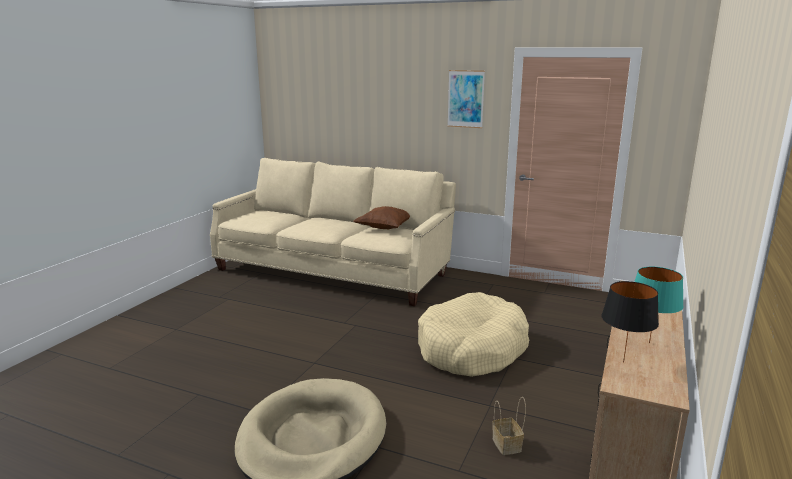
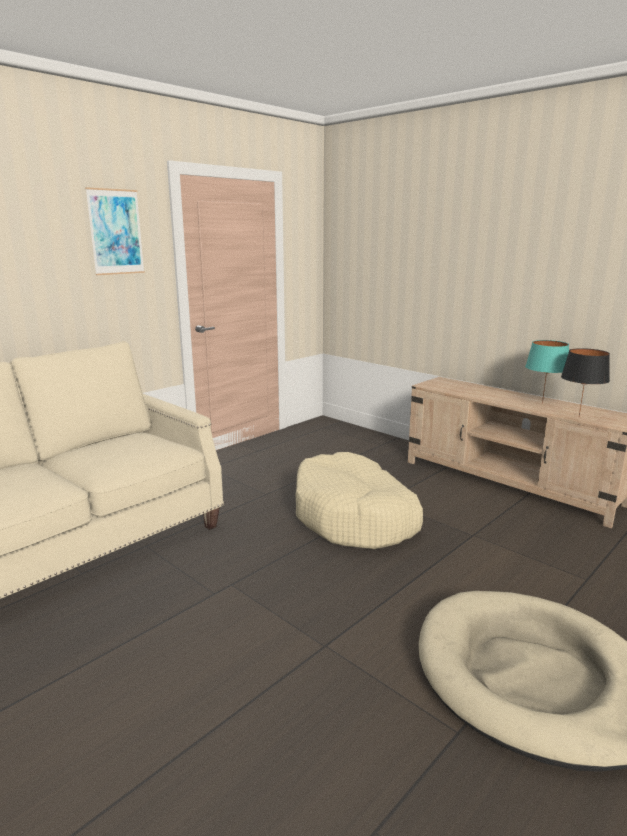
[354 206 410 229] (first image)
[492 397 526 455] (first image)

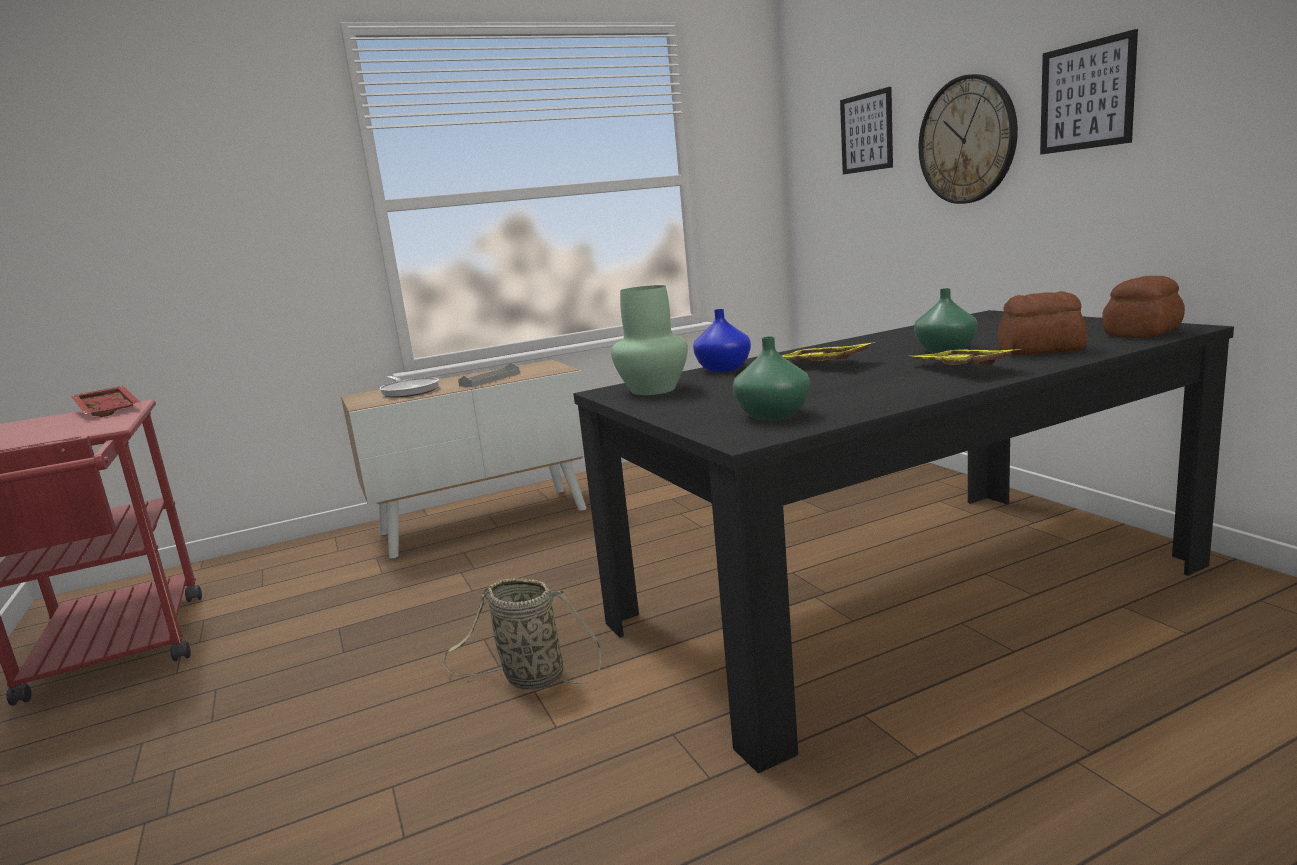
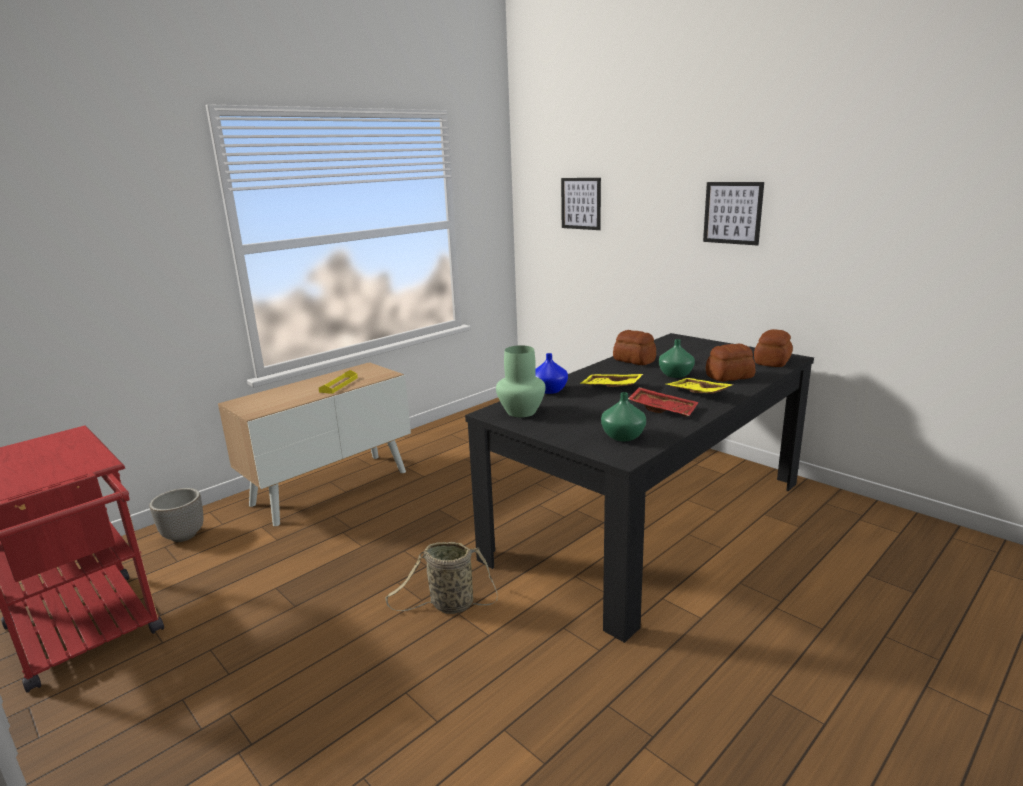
[628 387 699 417]
[380 376 439 398] (first image)
[319 370 358 394]
[919 74 1018 204] (first image)
[149 488 203 542]
[613 330 656 365]

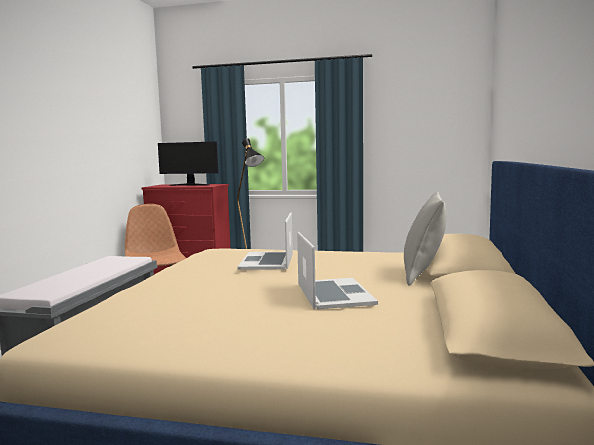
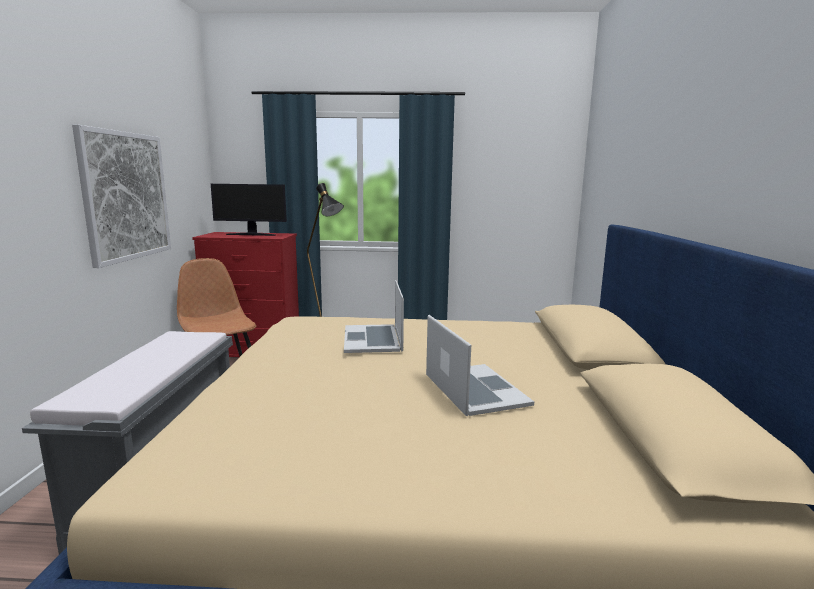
[404 191 447 286] (first image)
[72 125 171 268]

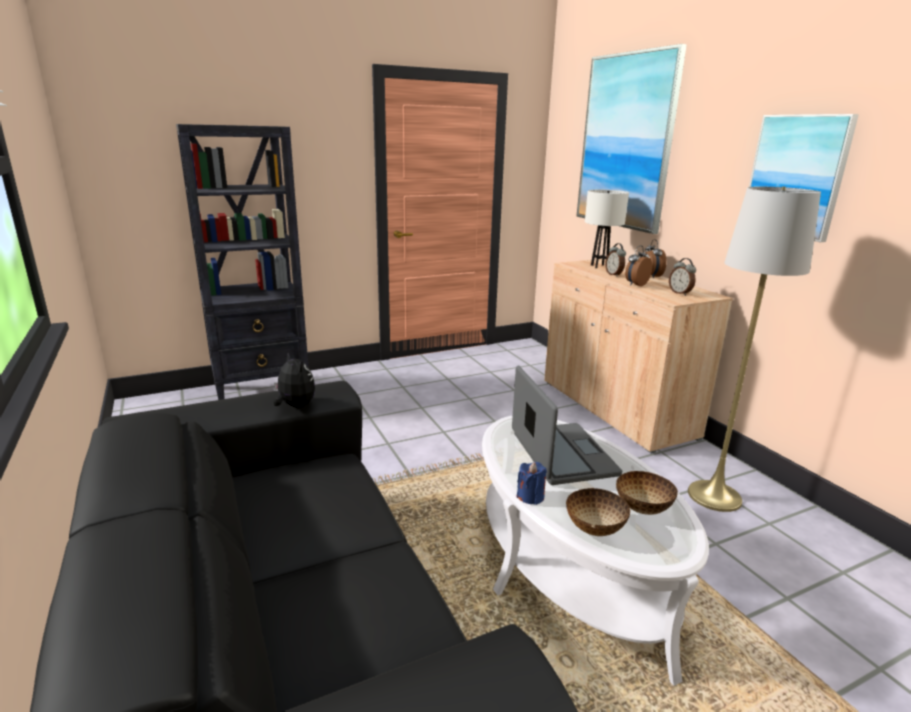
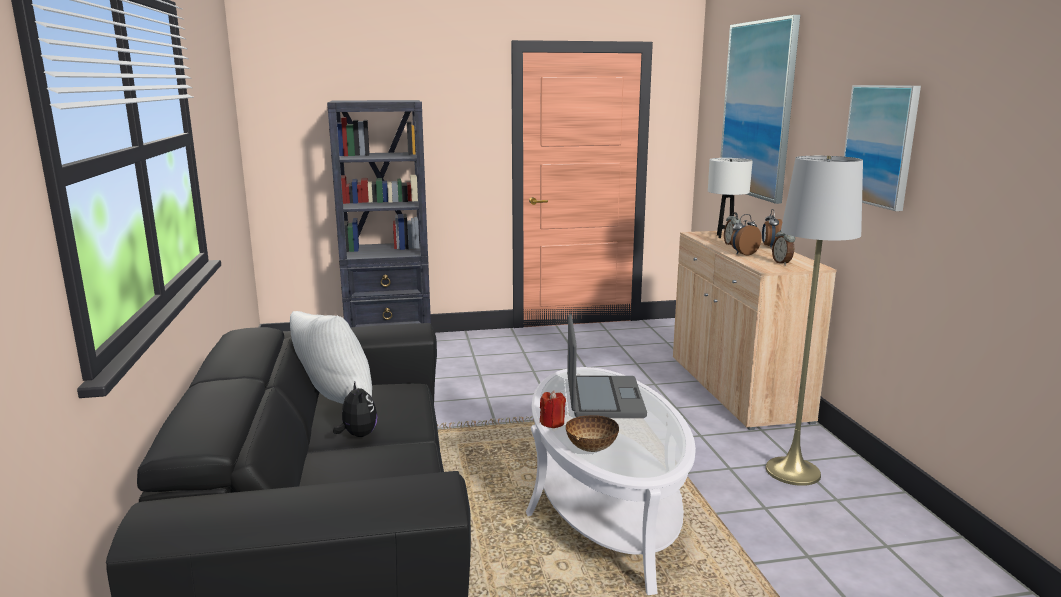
[333 382 377 437]
[540 391 566 428]
[616 471 678 515] (first image)
[290 311 372 404]

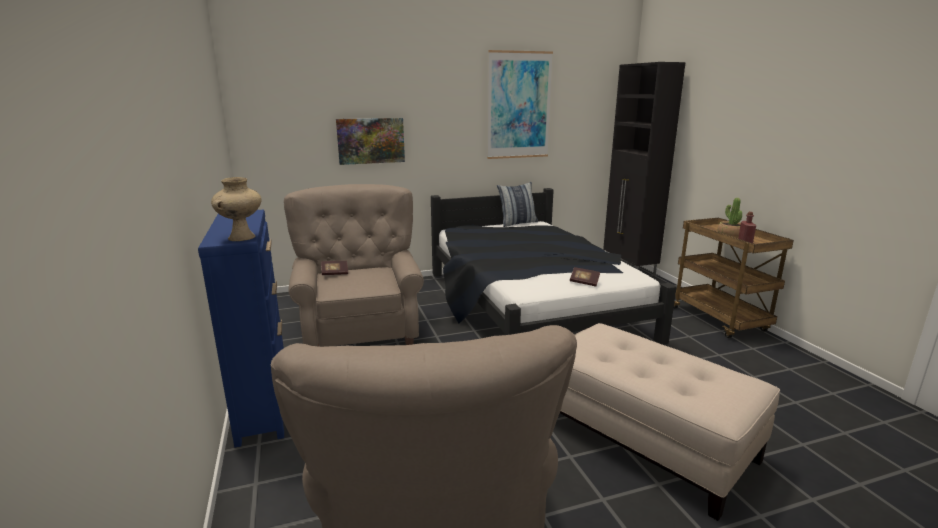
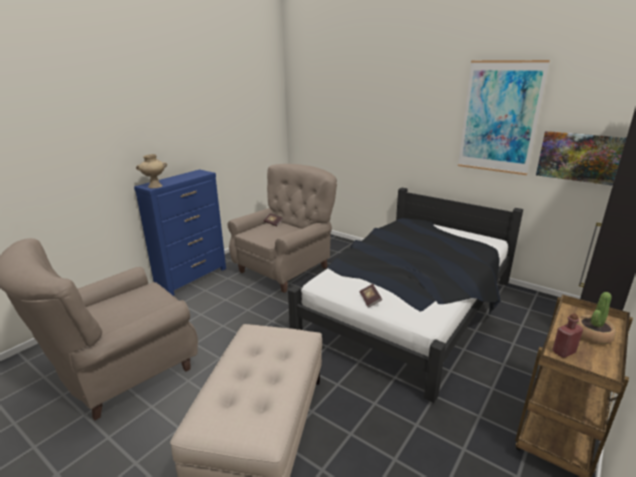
[536 131 626 186]
[497 182 538 227] (first image)

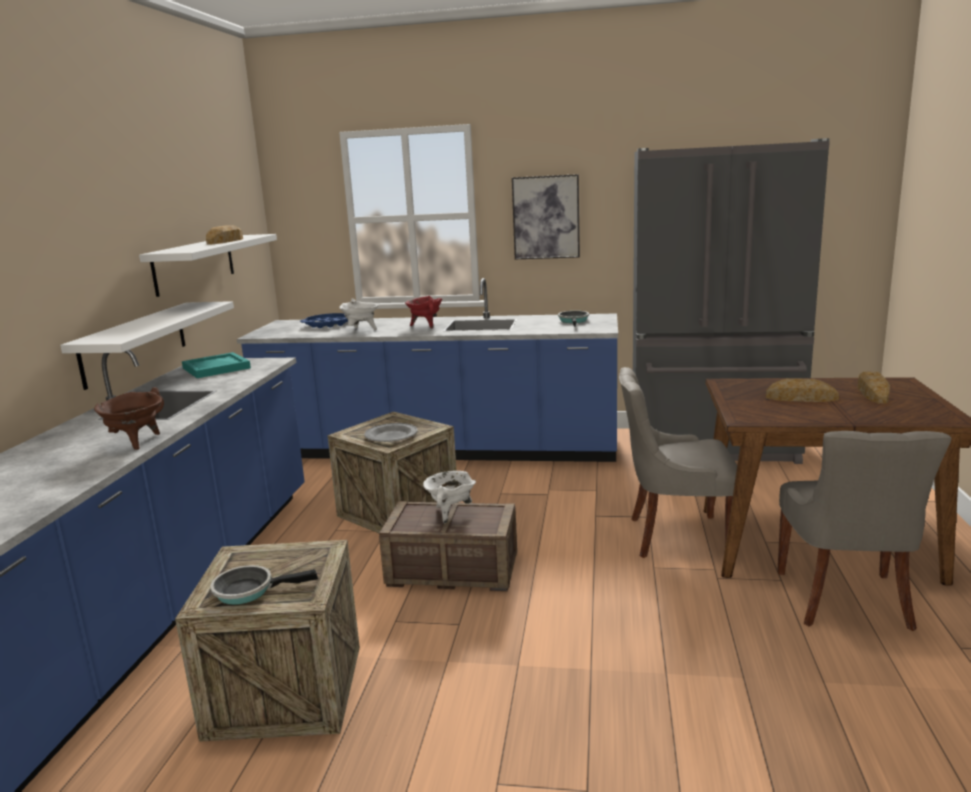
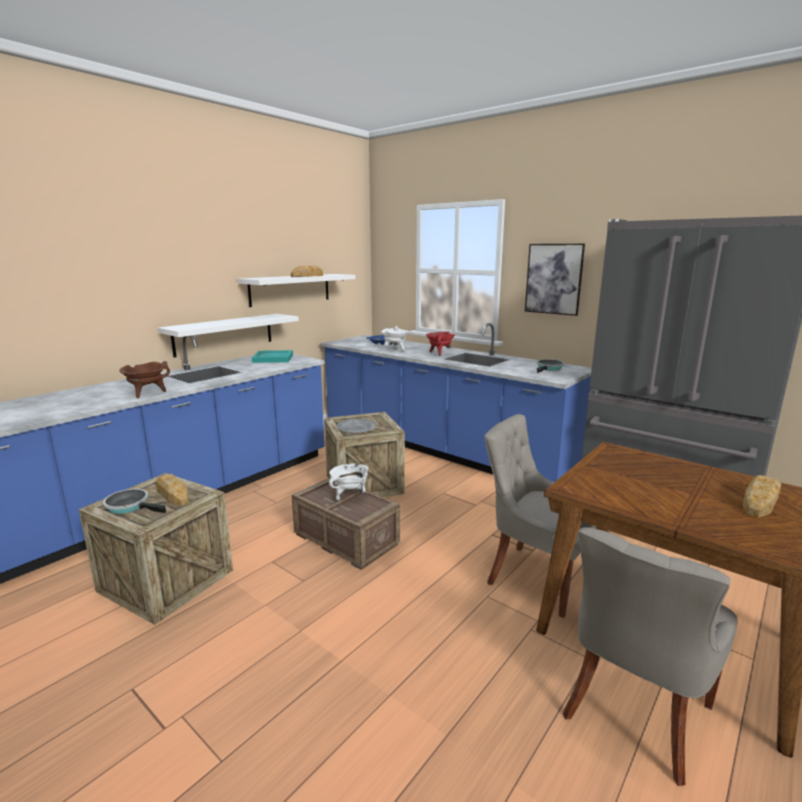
[156 474 189 506]

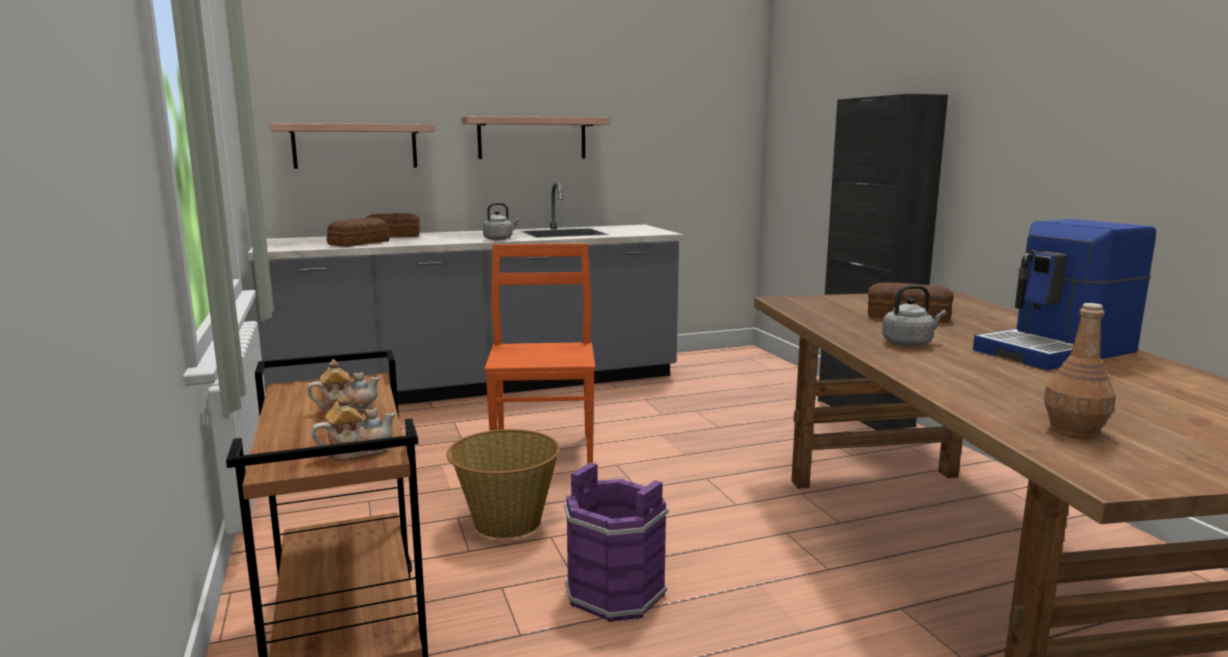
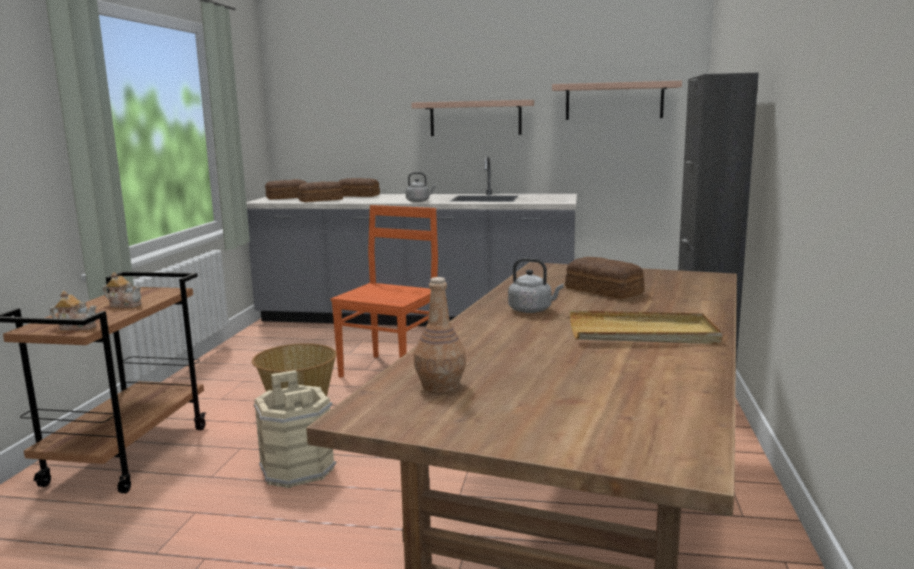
[552 81 682 120]
[254 370 336 488]
[570 311 722 344]
[265 179 307 200]

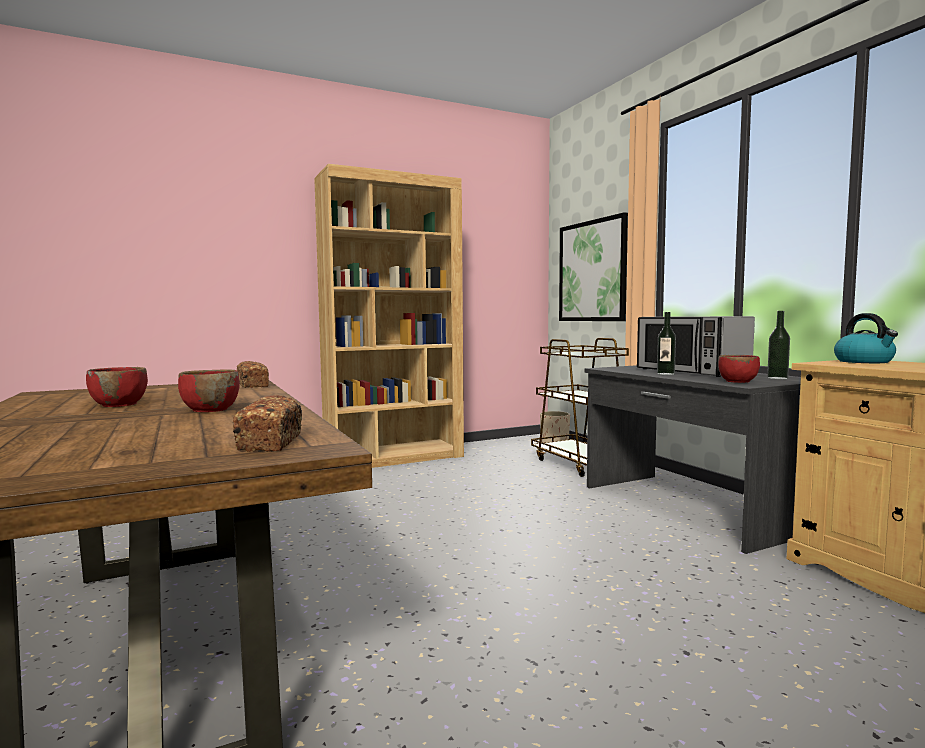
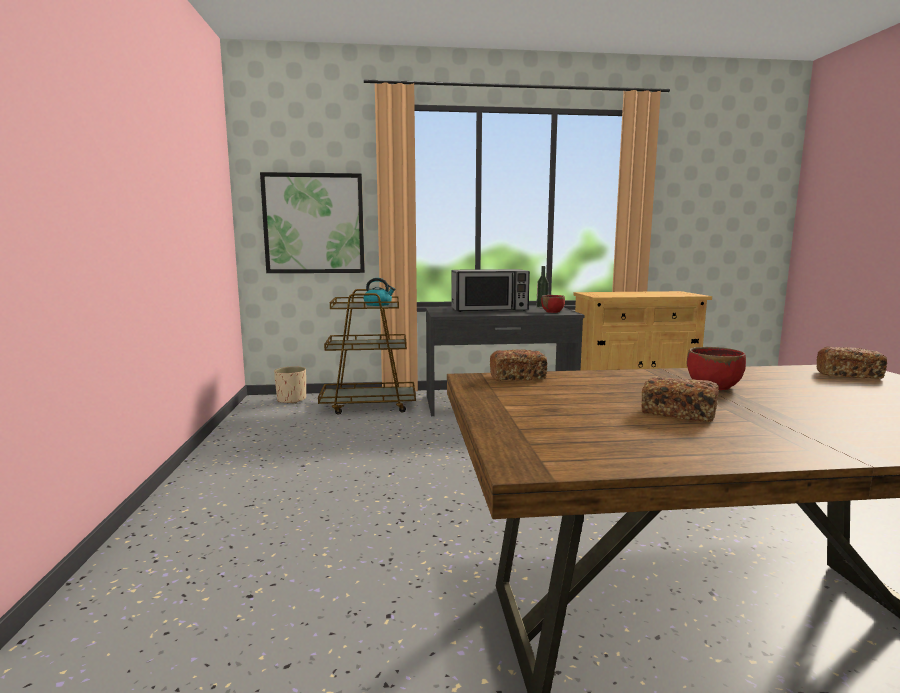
[642 377 719 422]
[314 164 464 468] (first image)
[657 312 676 375] (first image)
[363 278 395 306]

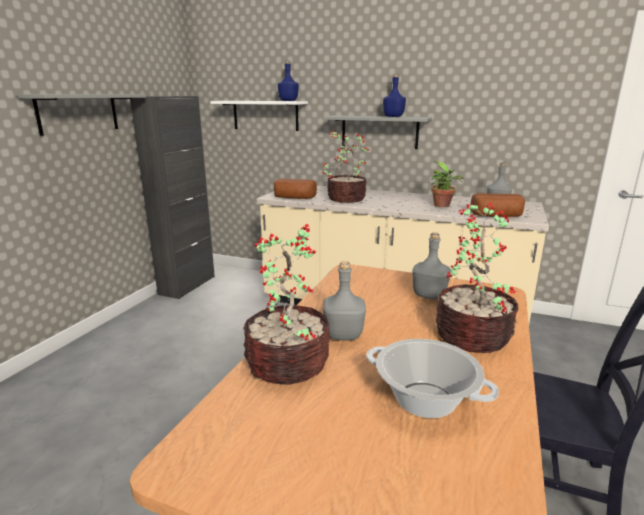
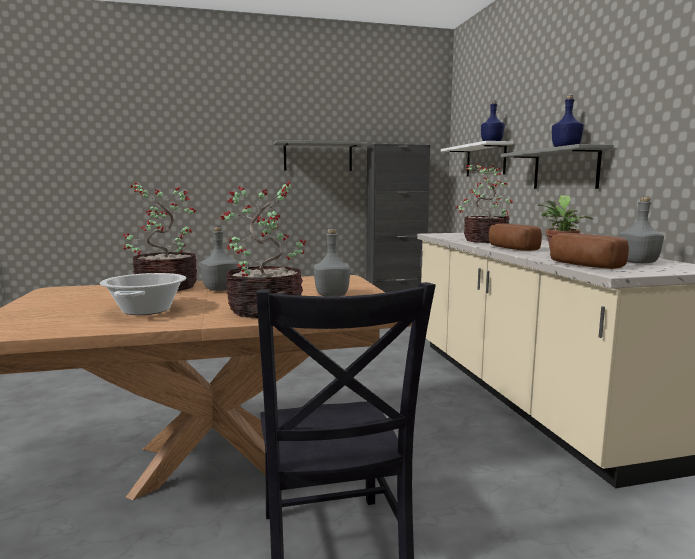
[489 223 542 251]

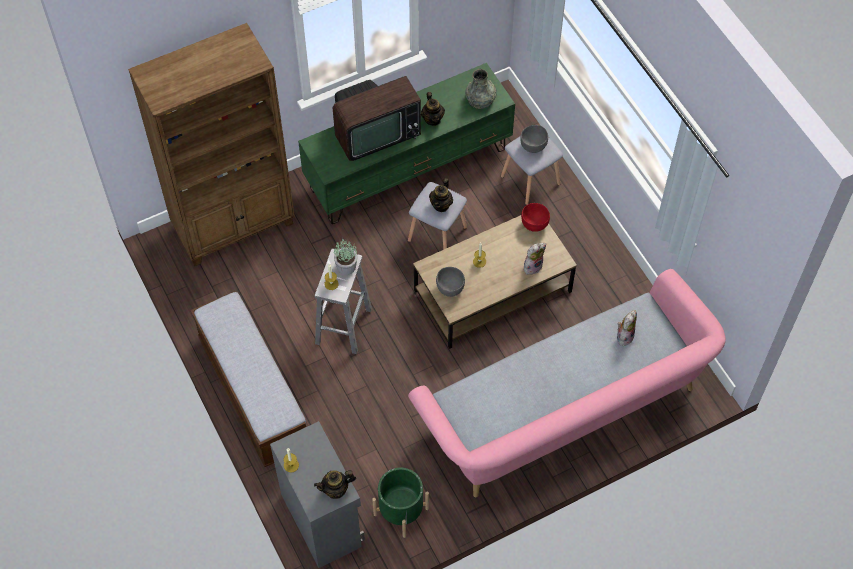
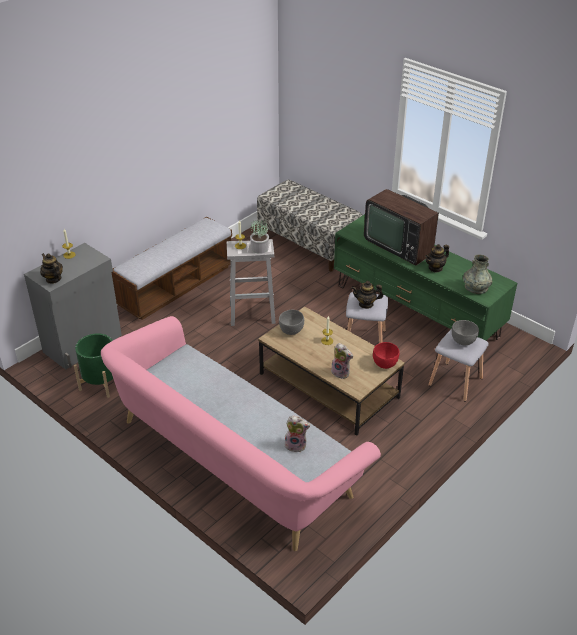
[257 180 363 271]

